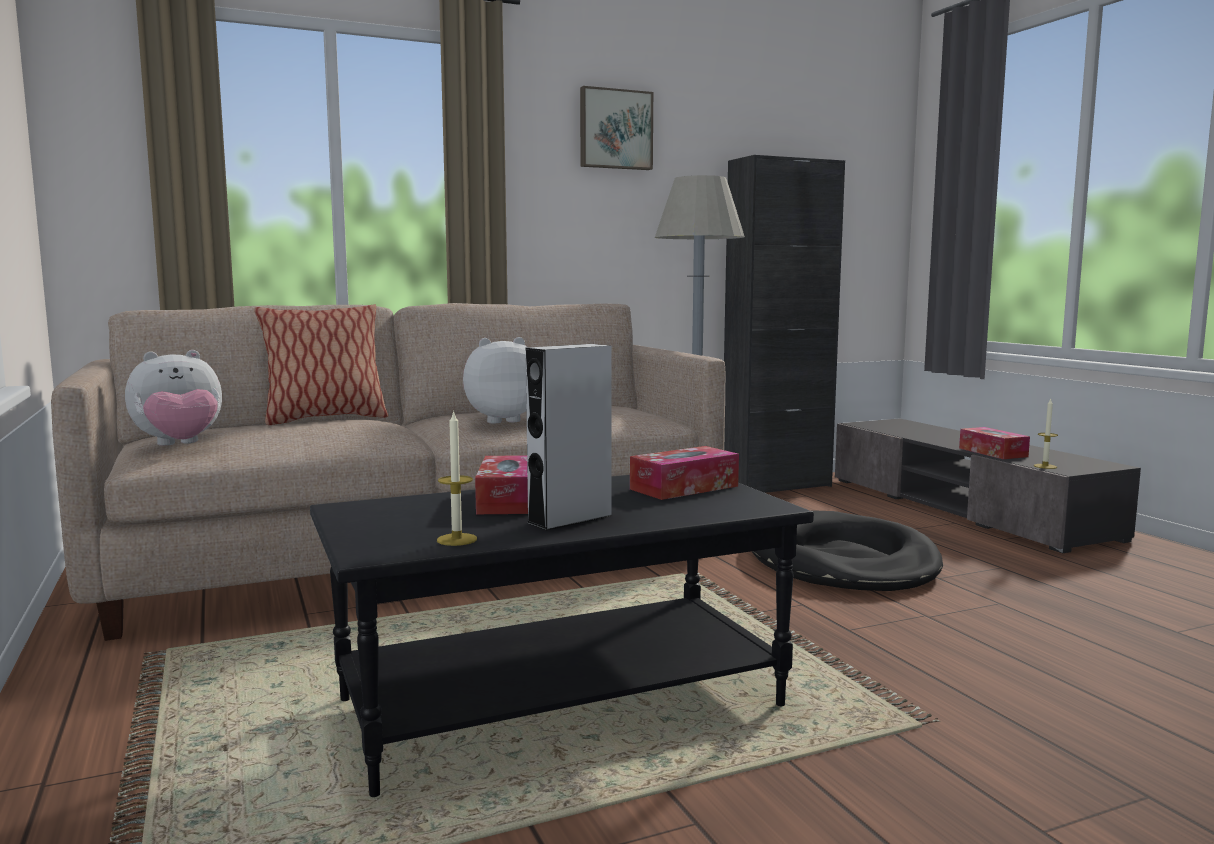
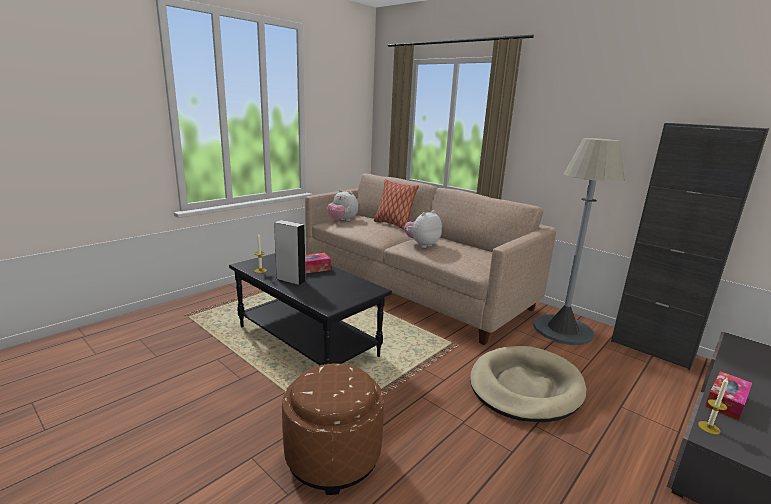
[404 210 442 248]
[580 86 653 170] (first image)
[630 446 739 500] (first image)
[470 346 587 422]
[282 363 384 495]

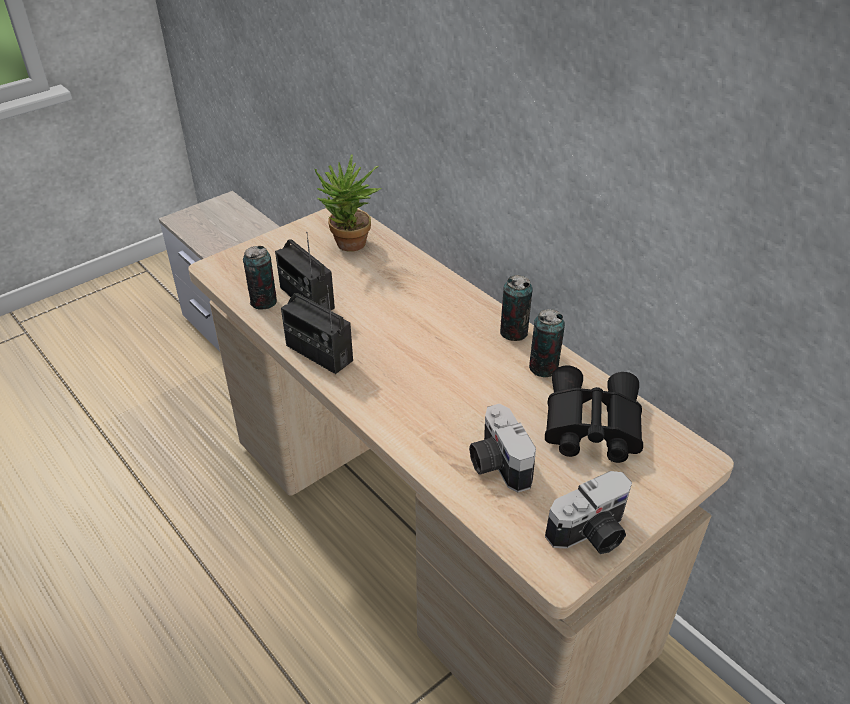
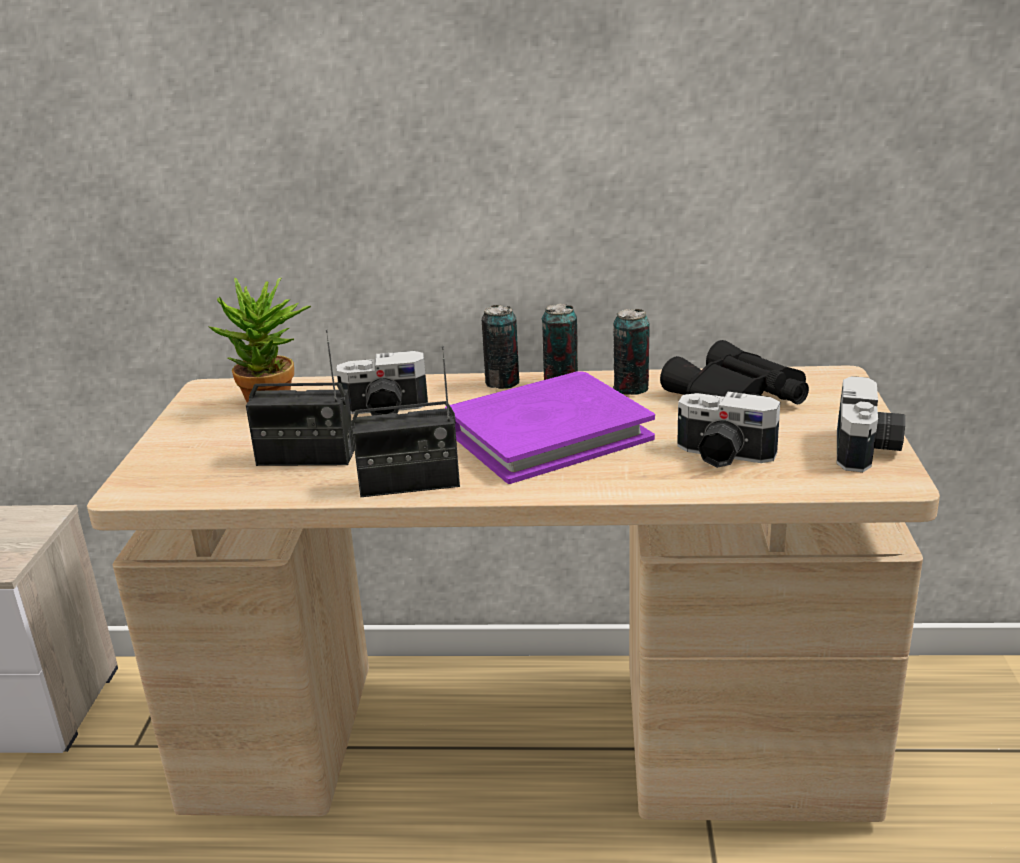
[482 305 519 389]
[336 351 428 416]
[445 371 655 484]

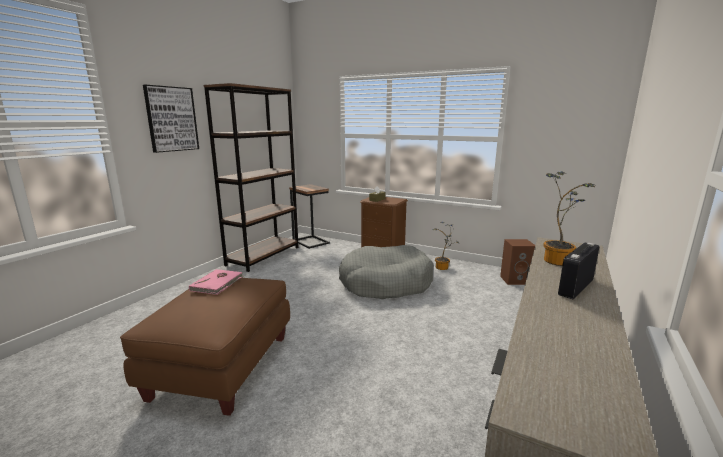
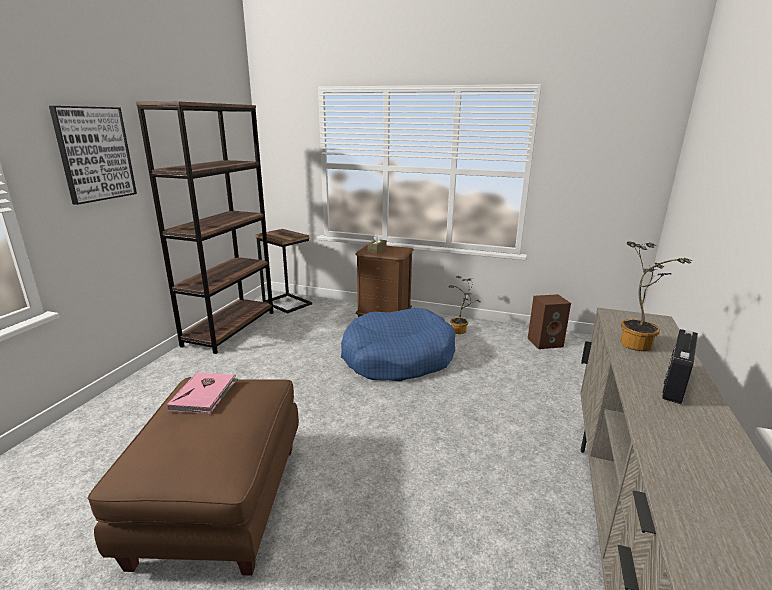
[341 308 455 381]

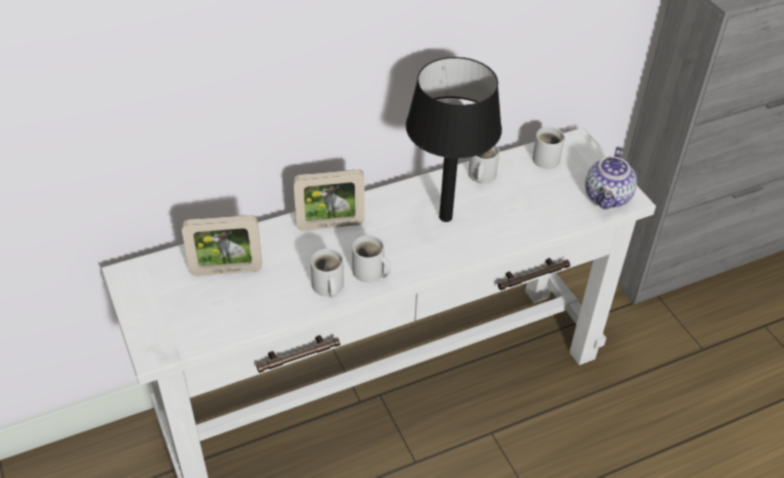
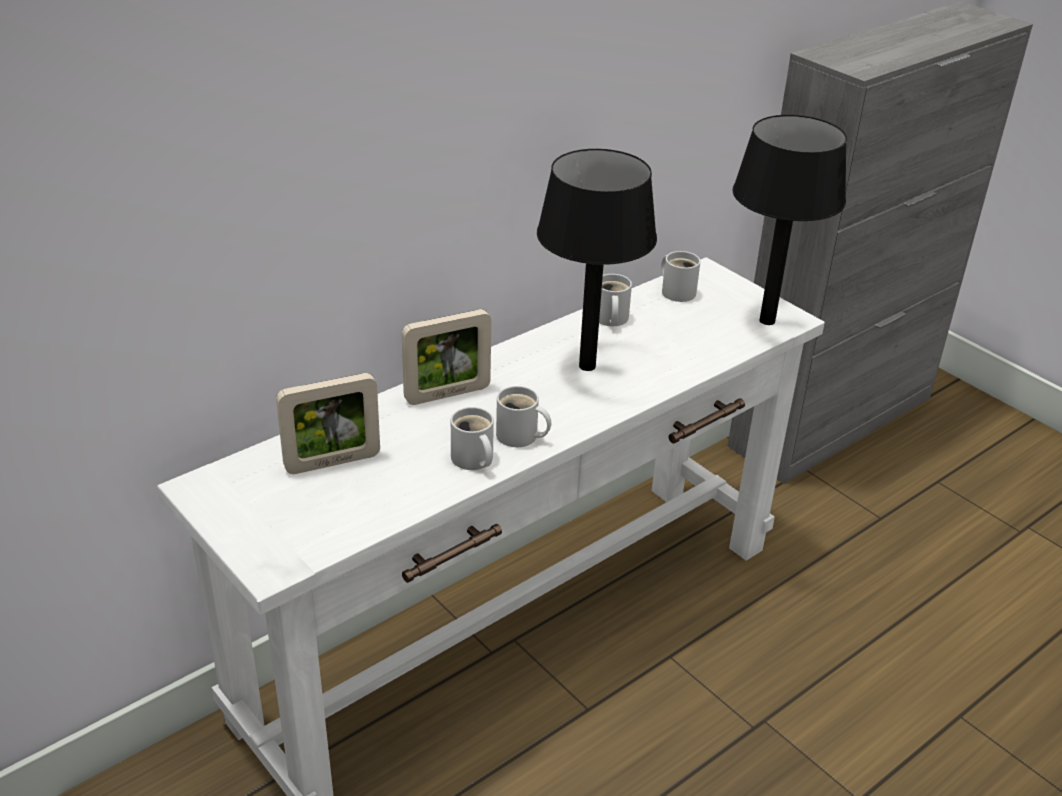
[732 115 847 325]

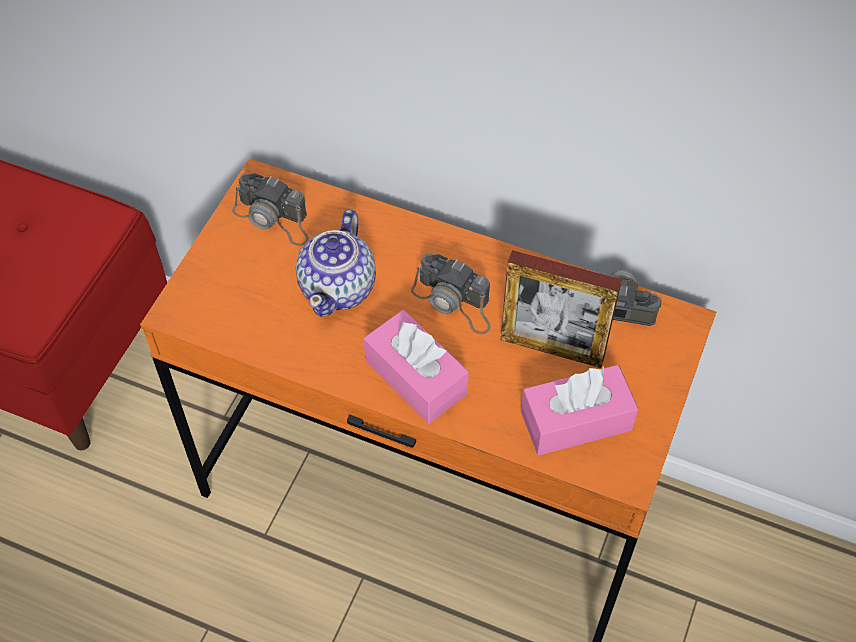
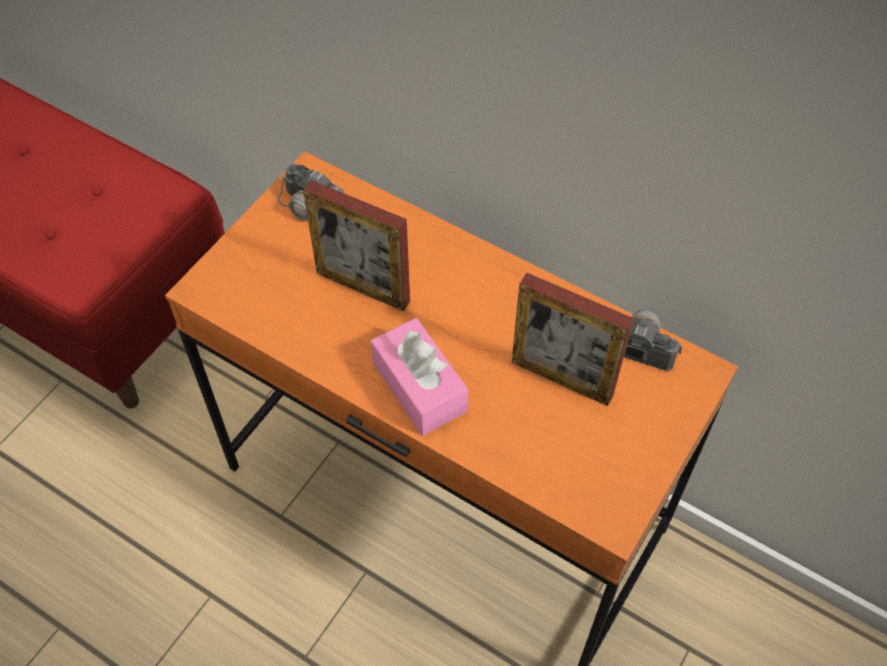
[303 180 410 311]
[411 253 491 335] (first image)
[521 365 638 455] (first image)

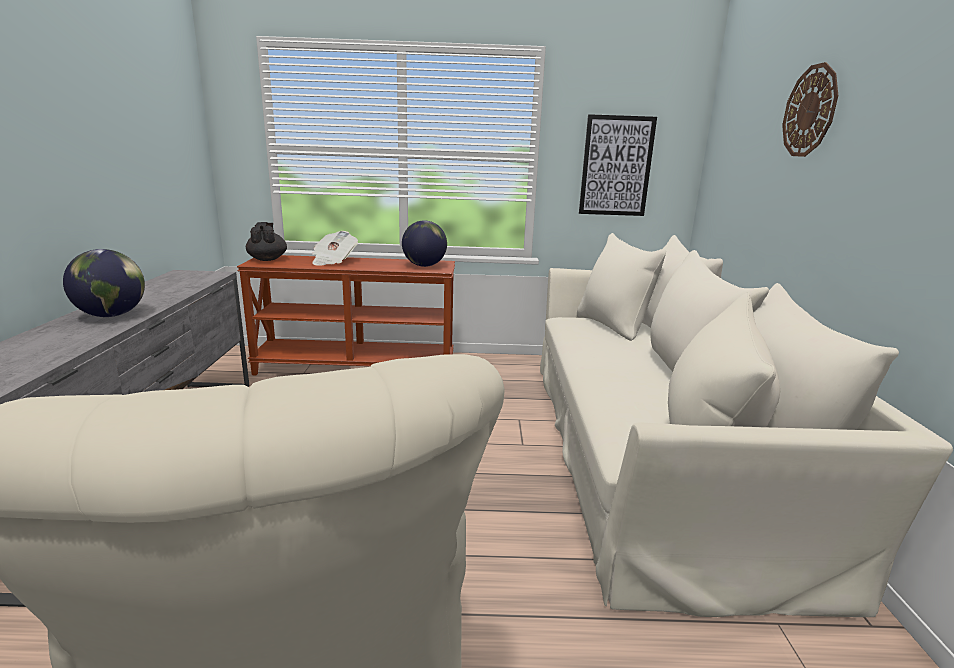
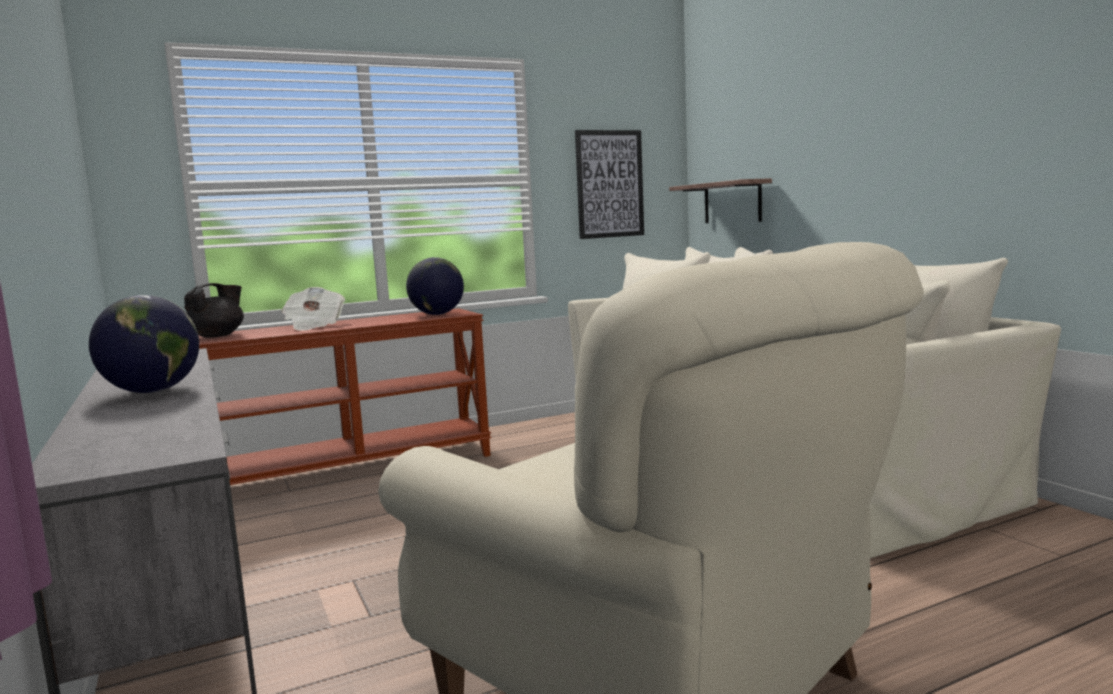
[184 283 244 338]
[782 62 838 157] (first image)
[669 178 772 223]

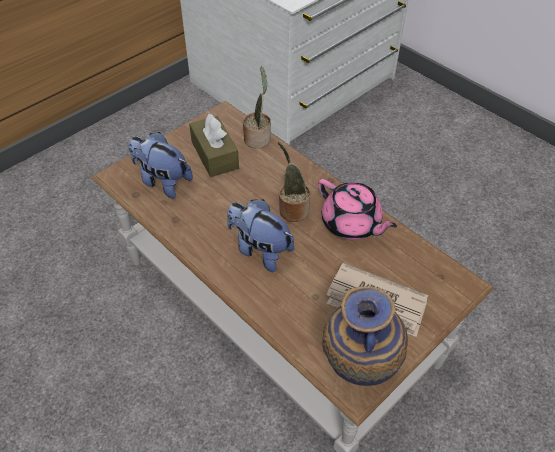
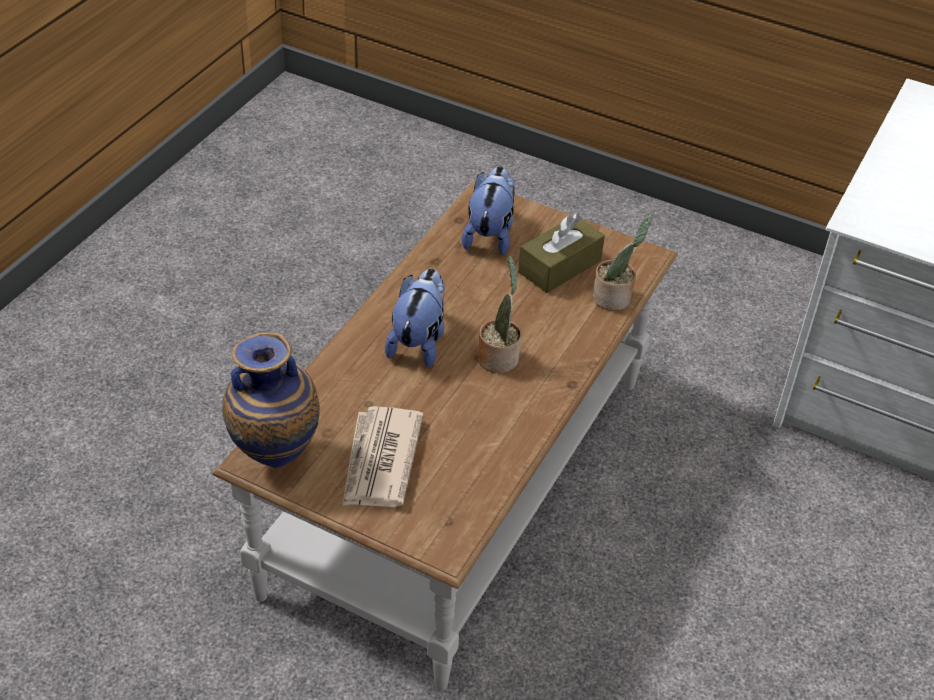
[318 179 397 240] (first image)

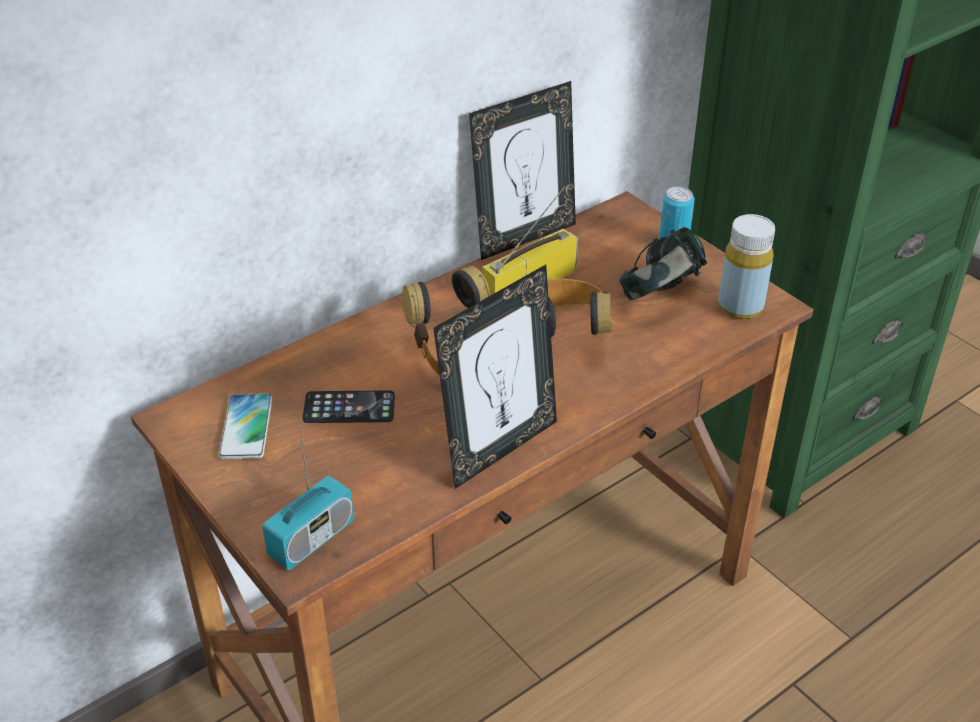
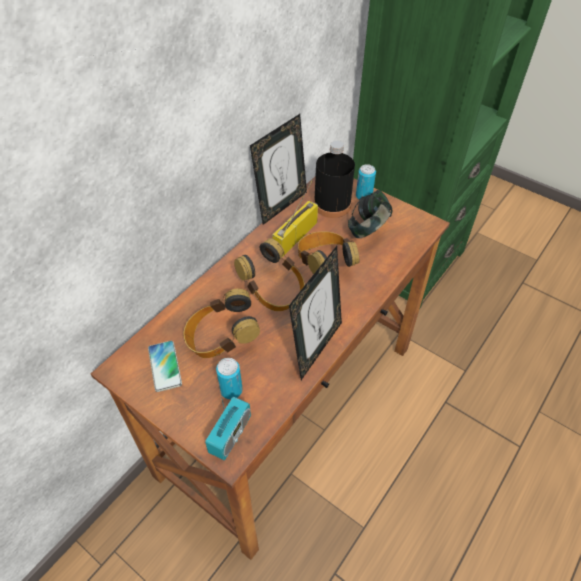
[183 289 260 358]
[718 214 775 320] (first image)
[216 358 243 400]
[314 141 355 218]

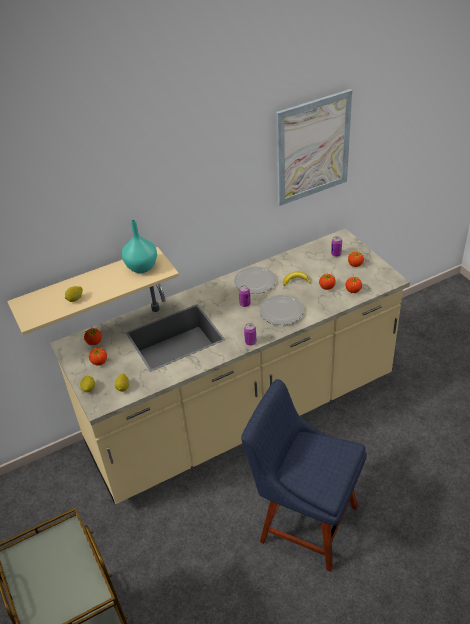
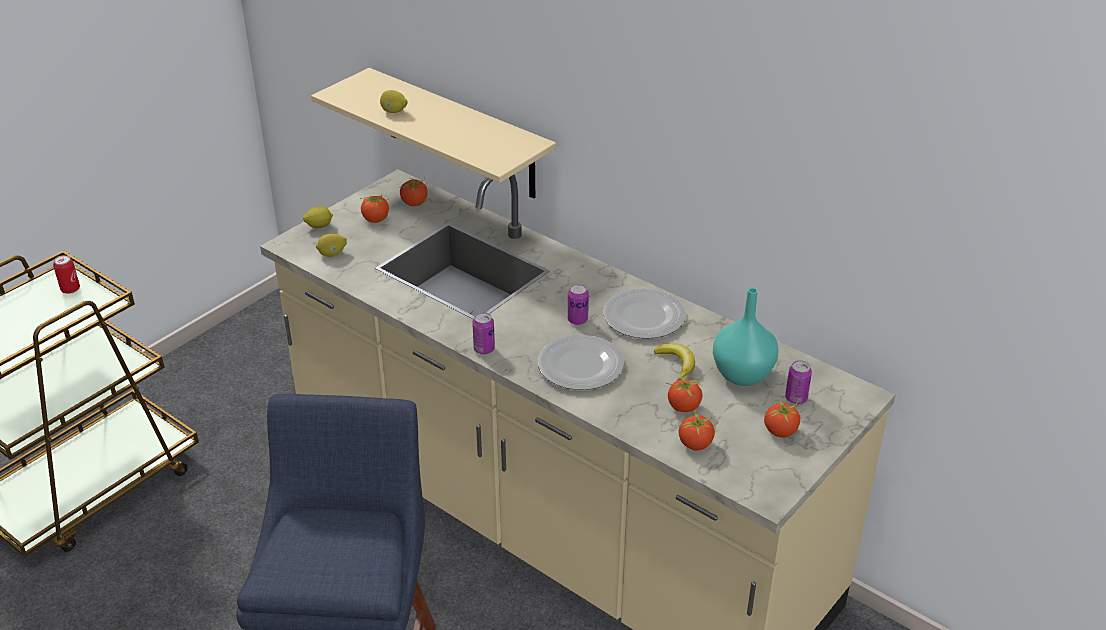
[713 288 779 386]
[276 89 352 206] (first image)
[53 255 80 294]

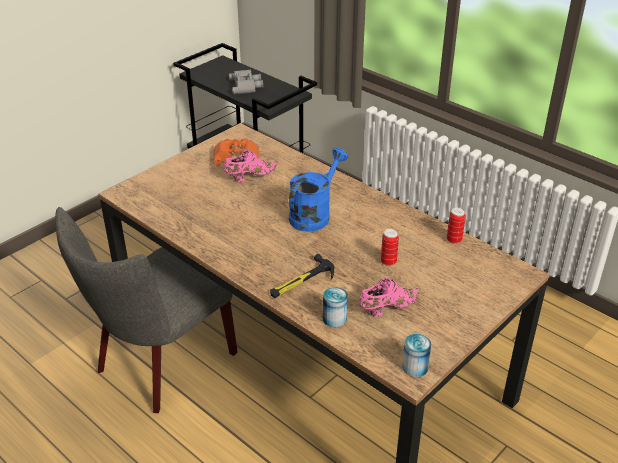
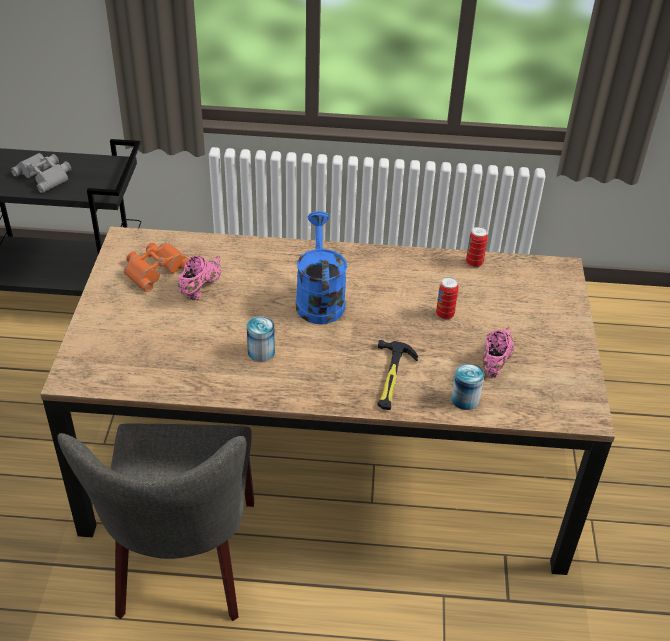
[247 316 275 362]

